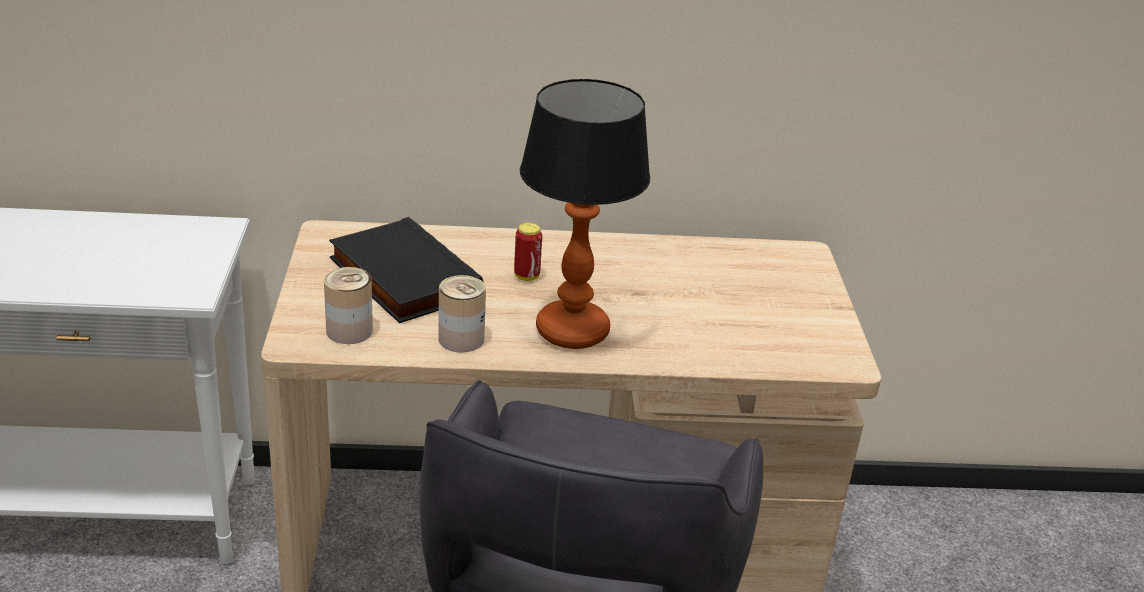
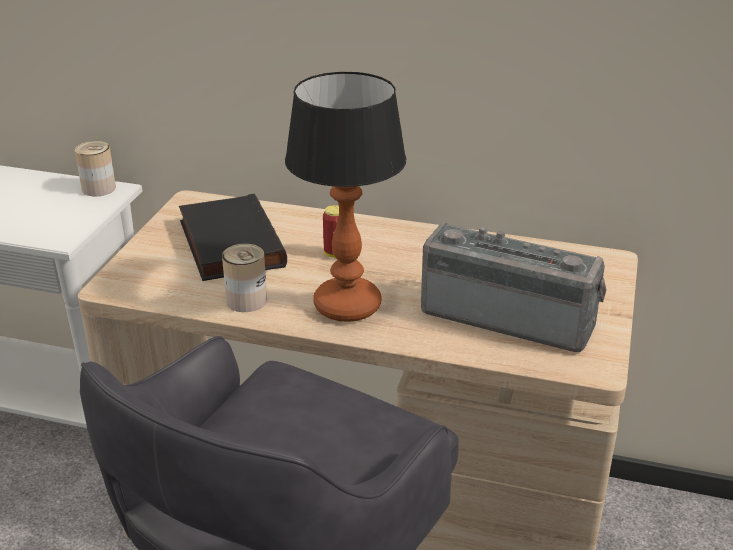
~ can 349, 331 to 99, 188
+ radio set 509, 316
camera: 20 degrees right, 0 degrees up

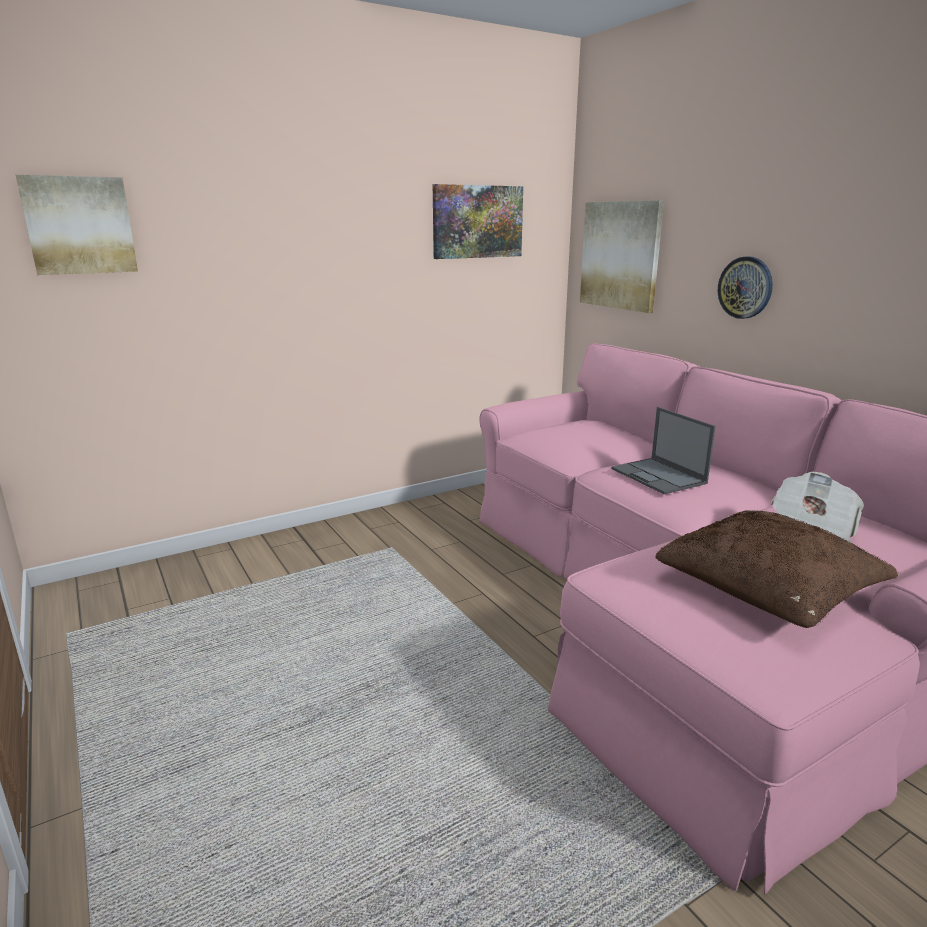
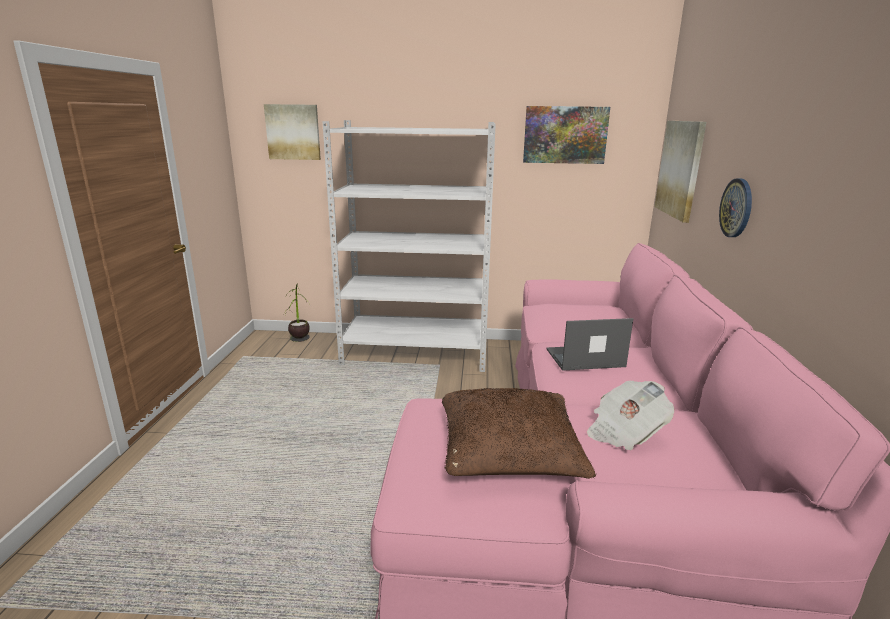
~ portable computer 659, 476 = 584, 358 75 degrees clockwise
+ plant in a pot 300, 342
+ white-coloured bookcase 416, 352
camera: 35 degrees right, 0 degrees up

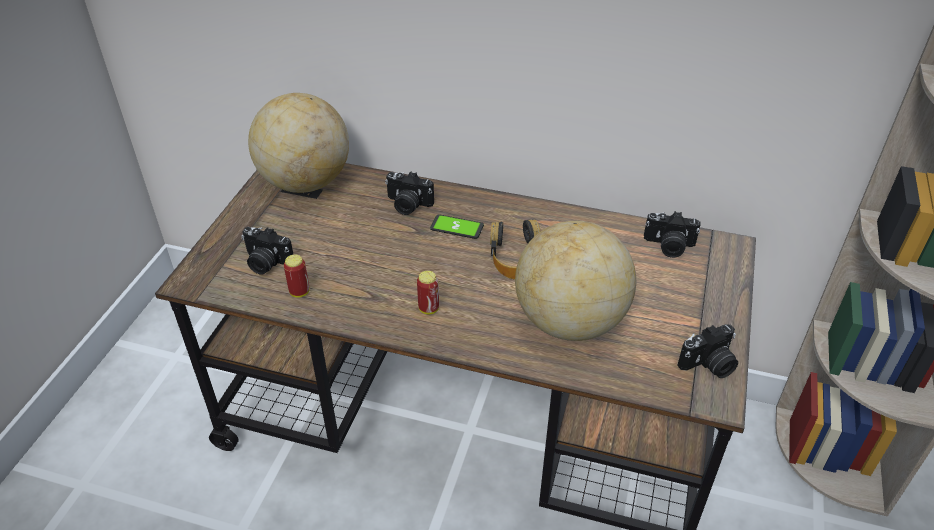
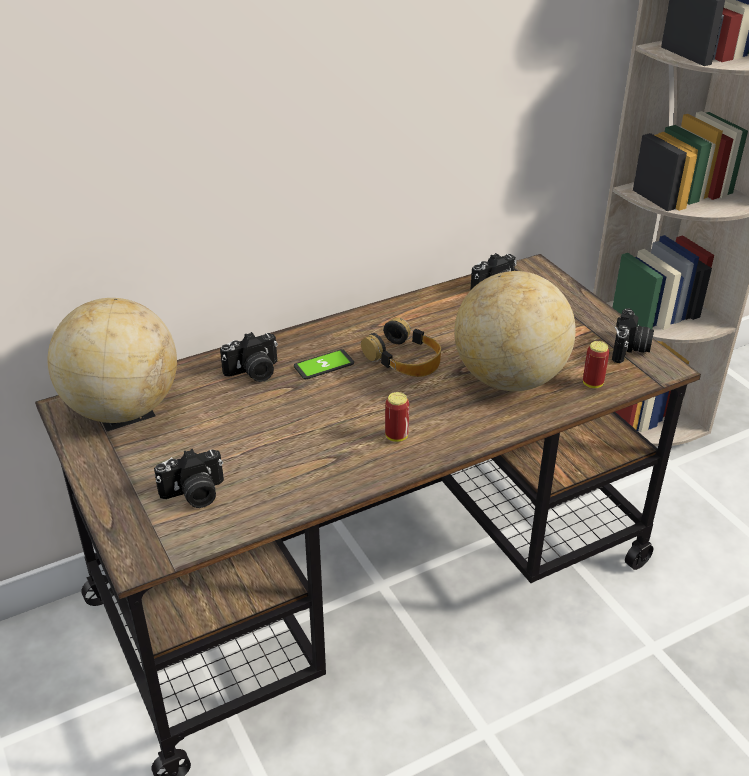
~ can 299, 292 to 592, 383
camera: 45 degrees left, 5 degrees down

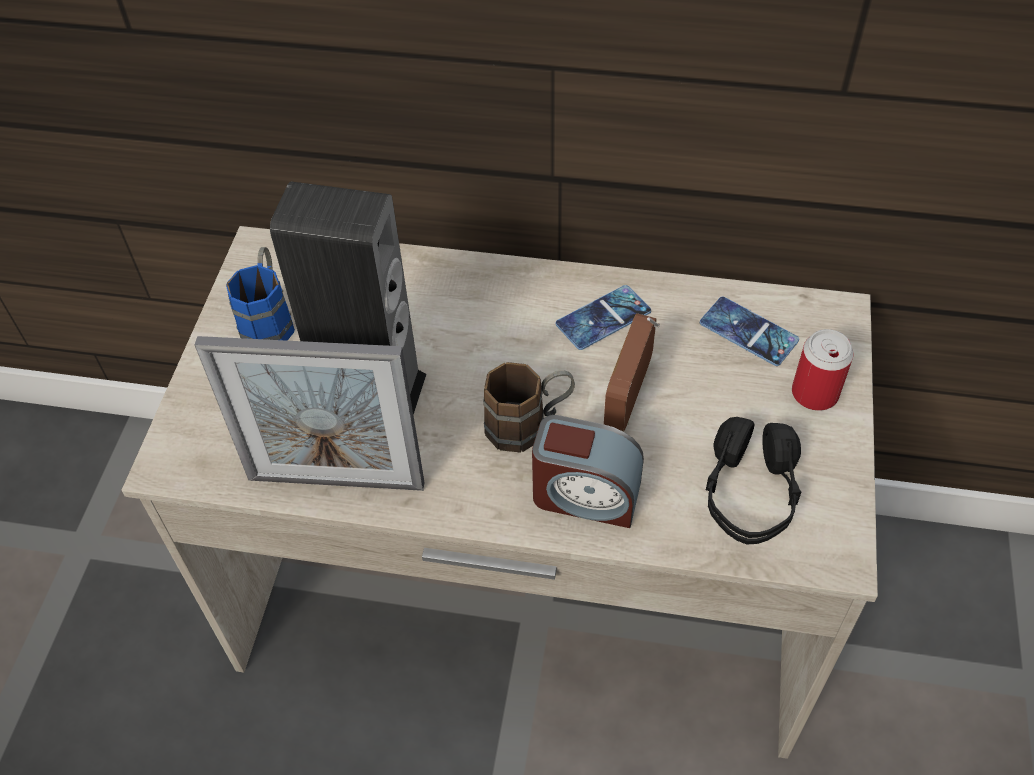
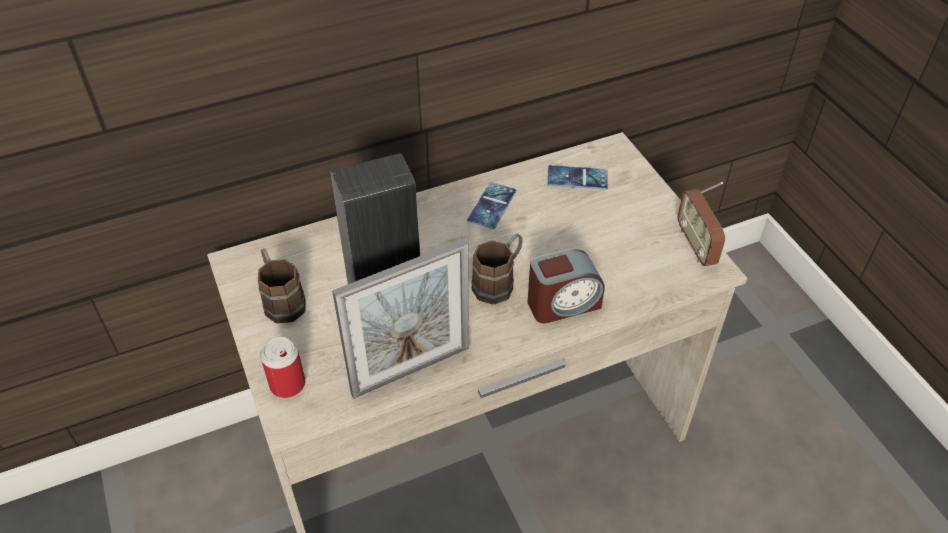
~ blue-coloured tea mug 269, 319 to brown tea mug 281, 300
~ radio set 629, 397 to 696, 246
- black pair of headphones 750, 494
~ can 814, 393 to 287, 384
camera: 35 degrees left, 5 degrees down

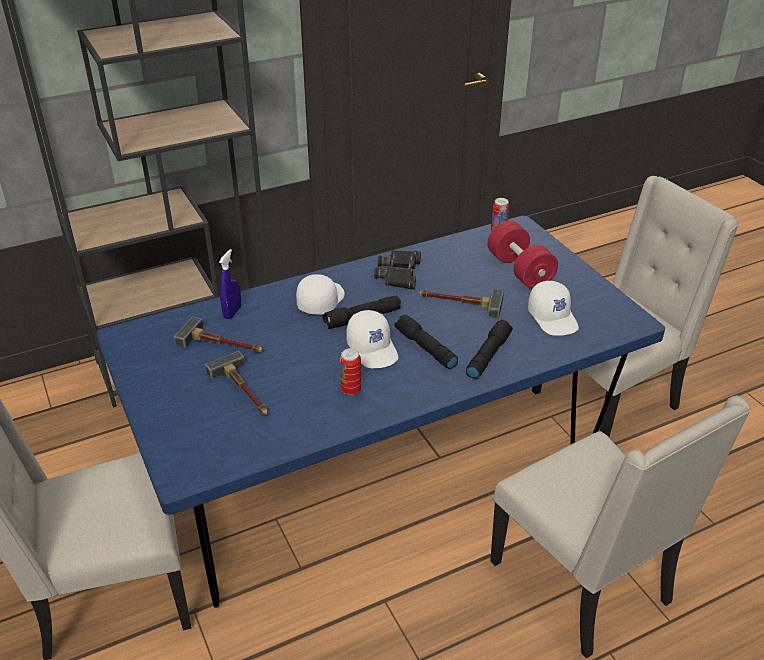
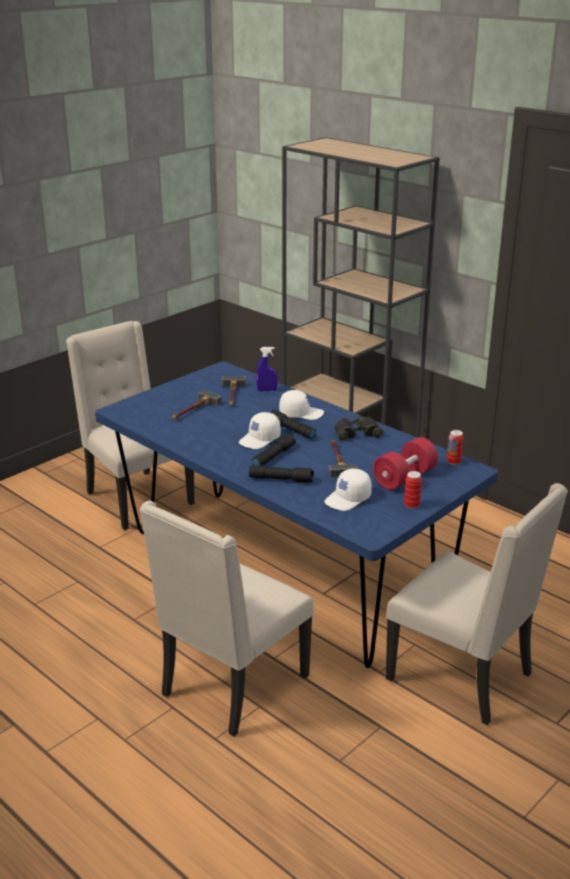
~ can 351, 390 to 411, 505
camera: 70 degrees right, 10 degrees down

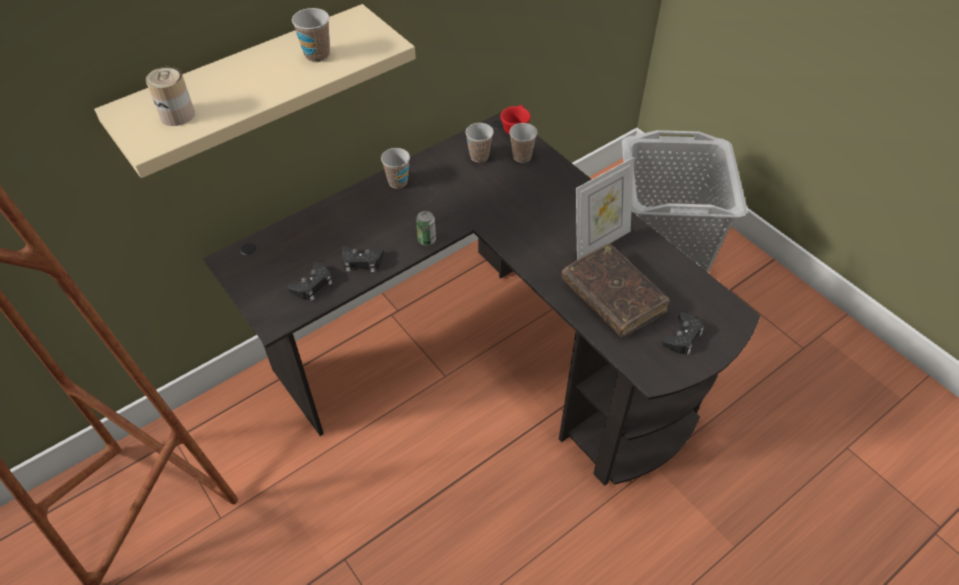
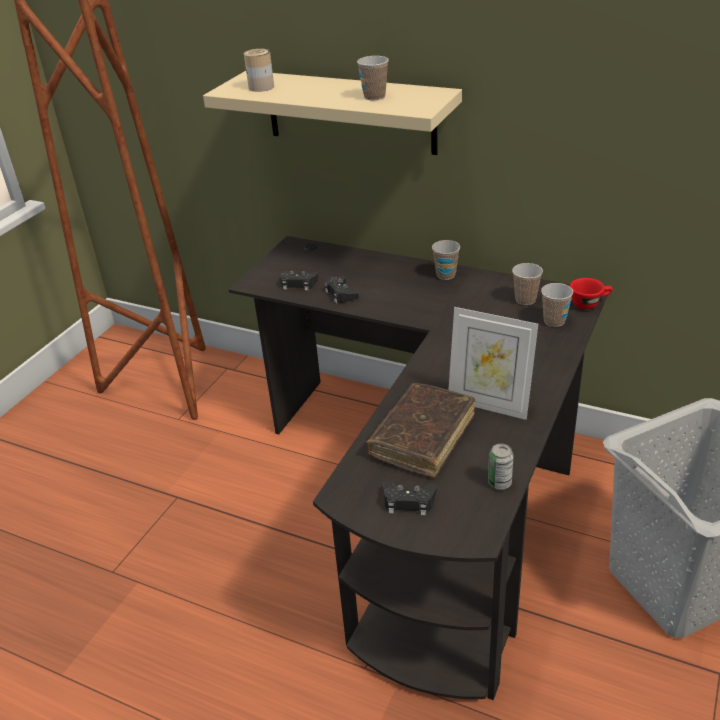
~ can 427, 240 to 499, 483
camera: 65 degrees right, 15 degrees down

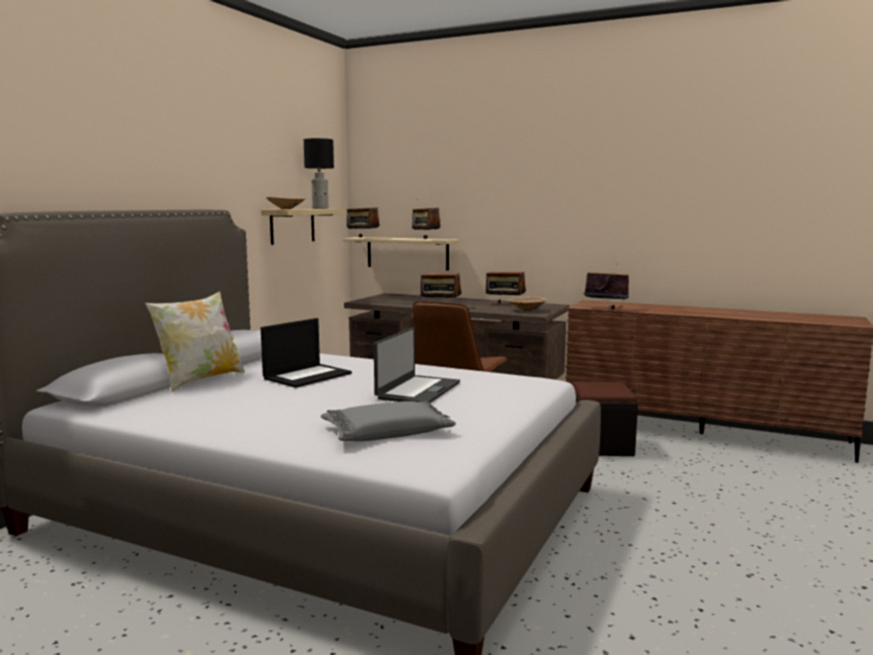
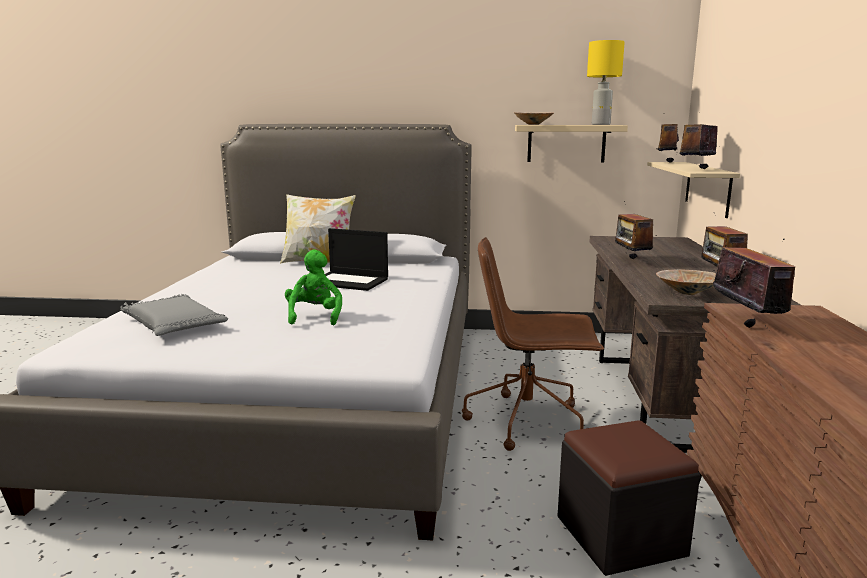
~ black lamp for a table 320, 208 to yellow-coloured lamp for a table 601, 124
~ portable computer 417, 390 to greenish soft toy 314, 316
camera: 70 degrees right, 5 degrees up

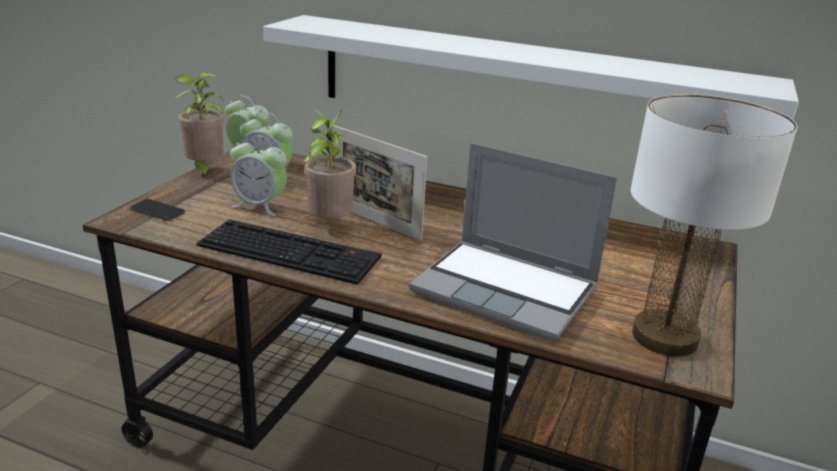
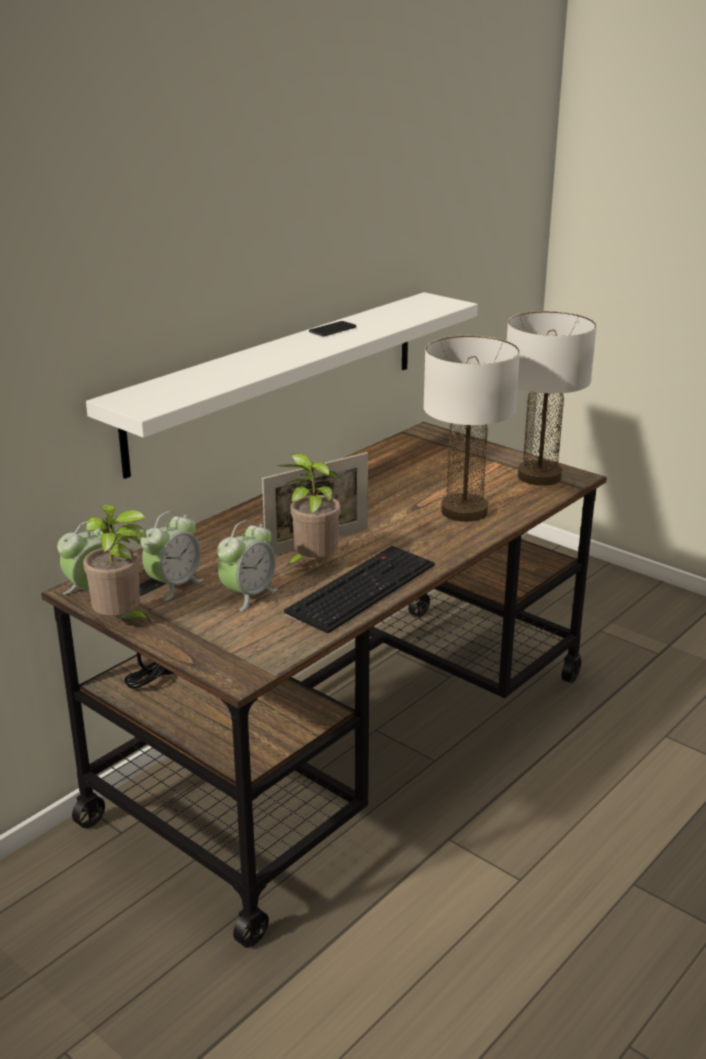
~ telephone 158, 211 to 332, 330
~ portable computer 508, 291 to lamp for a table 464, 511
camera: 70 degrees left, 0 degrees up

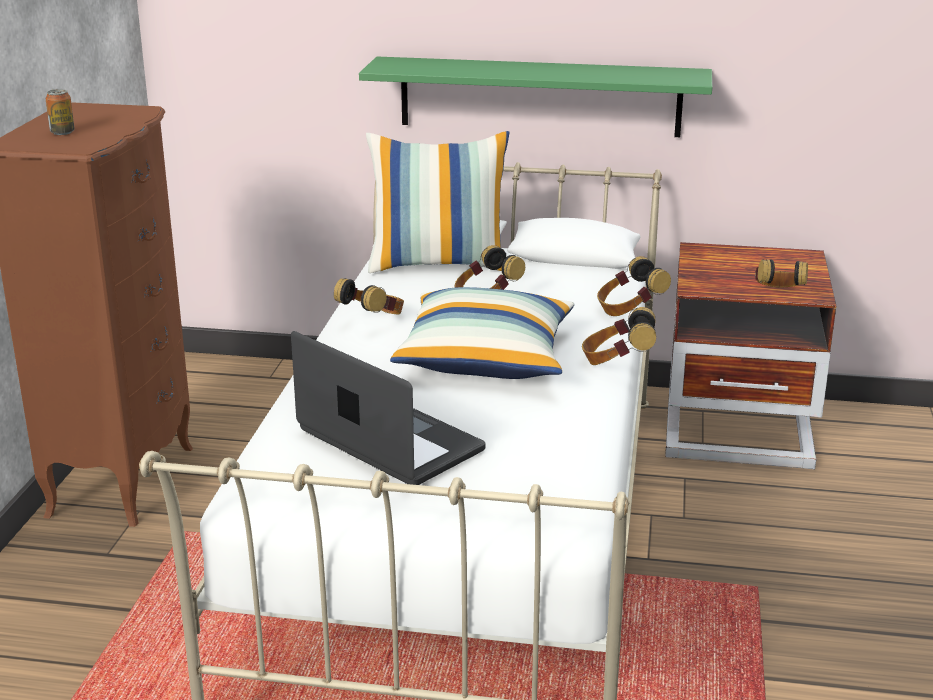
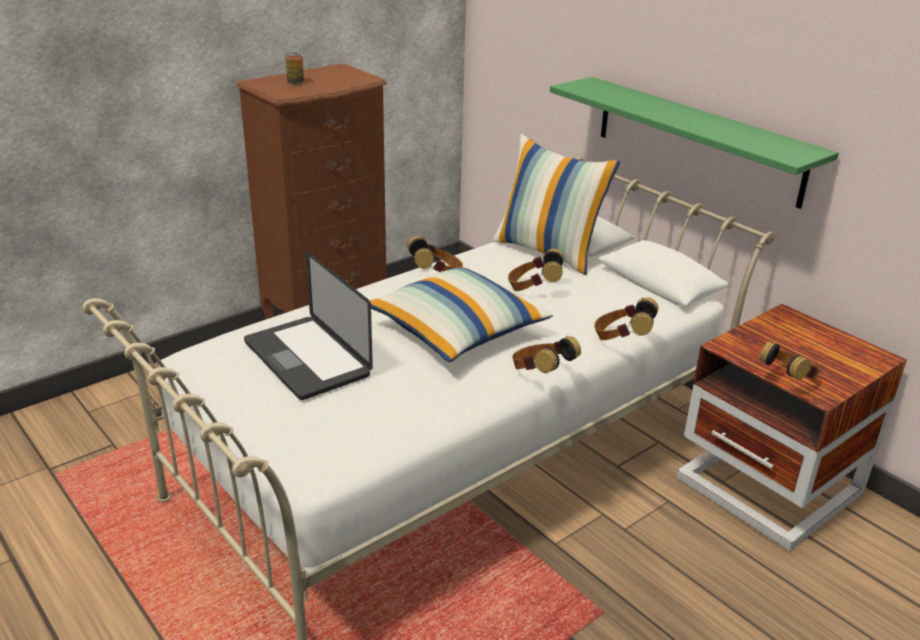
~ portable computer 390, 441 = 307, 359 150 degrees clockwise
camera: 40 degrees right, 5 degrees up

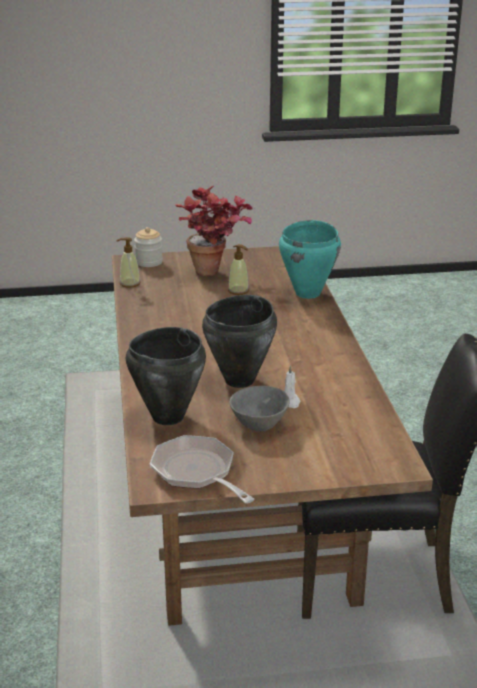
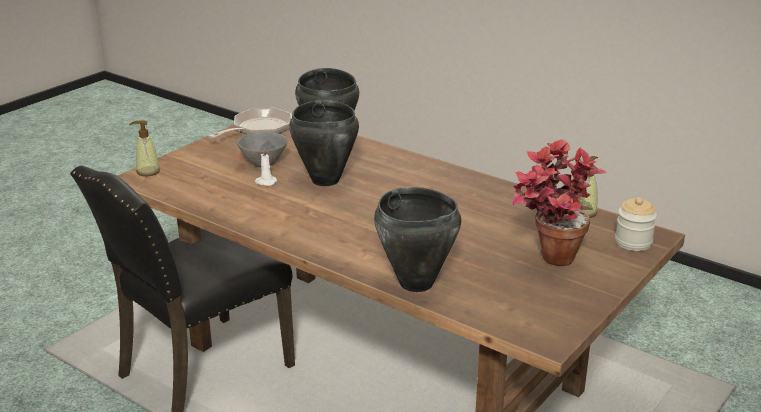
~ pan 197, 473 = 258, 129 60 degrees counterclockwise
~ soap bottle 238, 291 to 148, 172
~ turquoise-coloured stockpot 308, 293 to black stockpot 416, 283
camera: 135 degrees right, 0 degrees up

